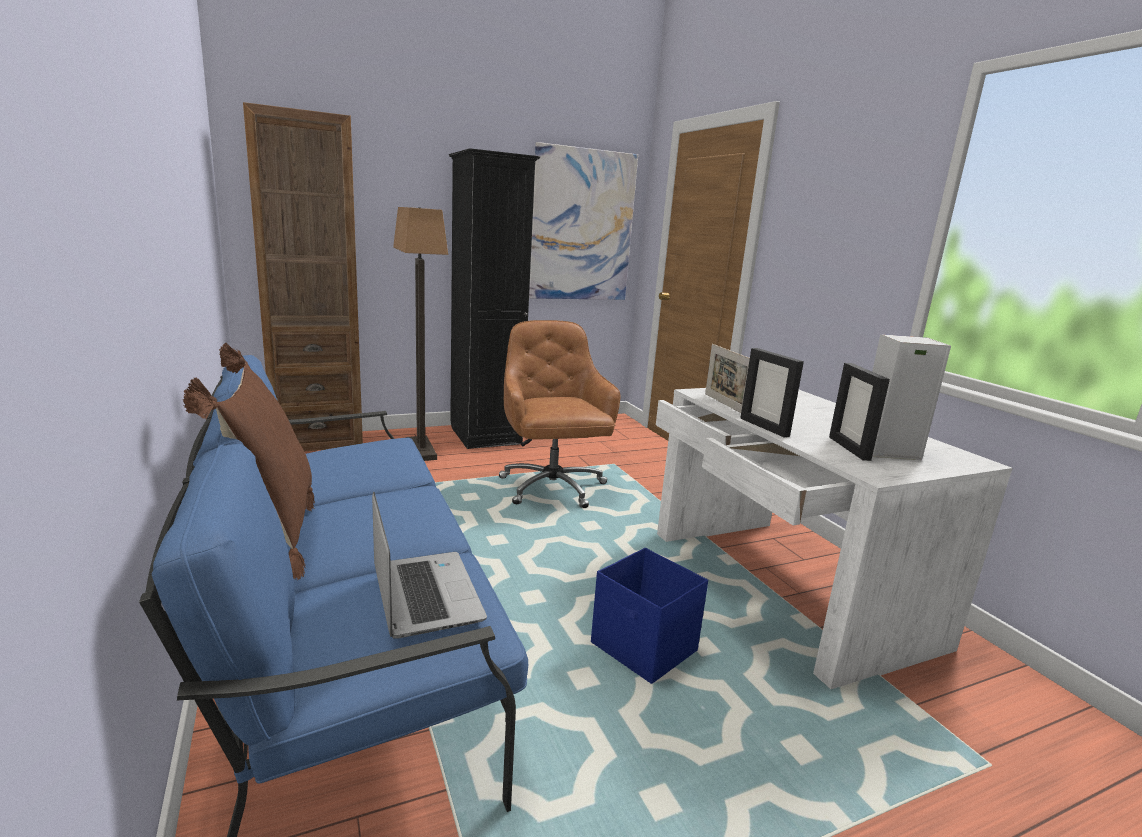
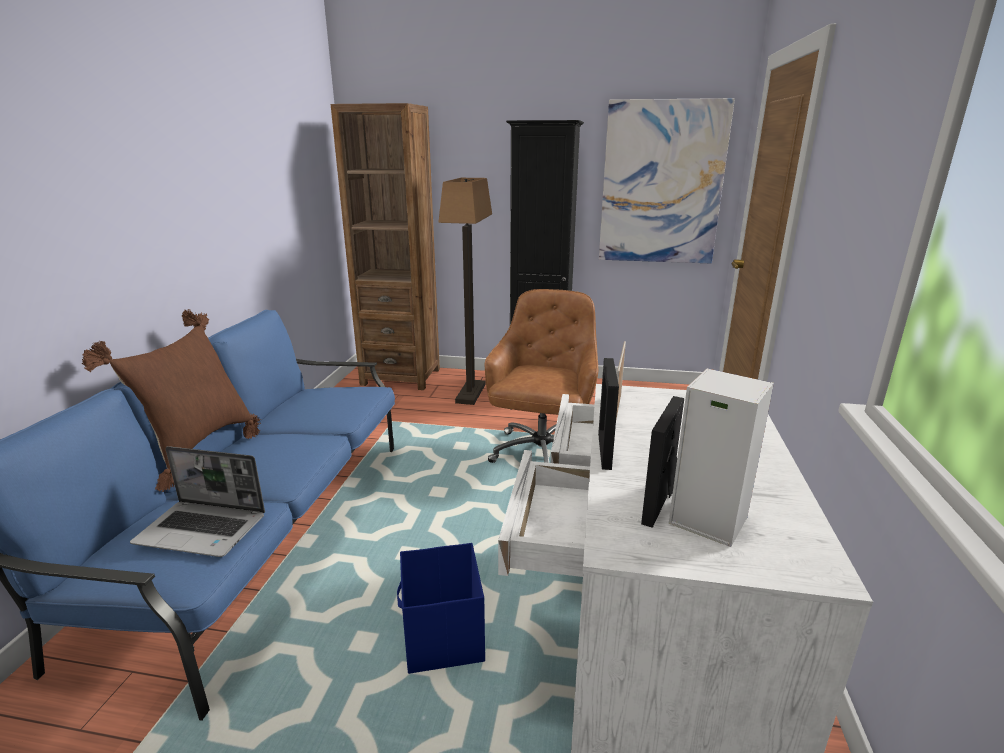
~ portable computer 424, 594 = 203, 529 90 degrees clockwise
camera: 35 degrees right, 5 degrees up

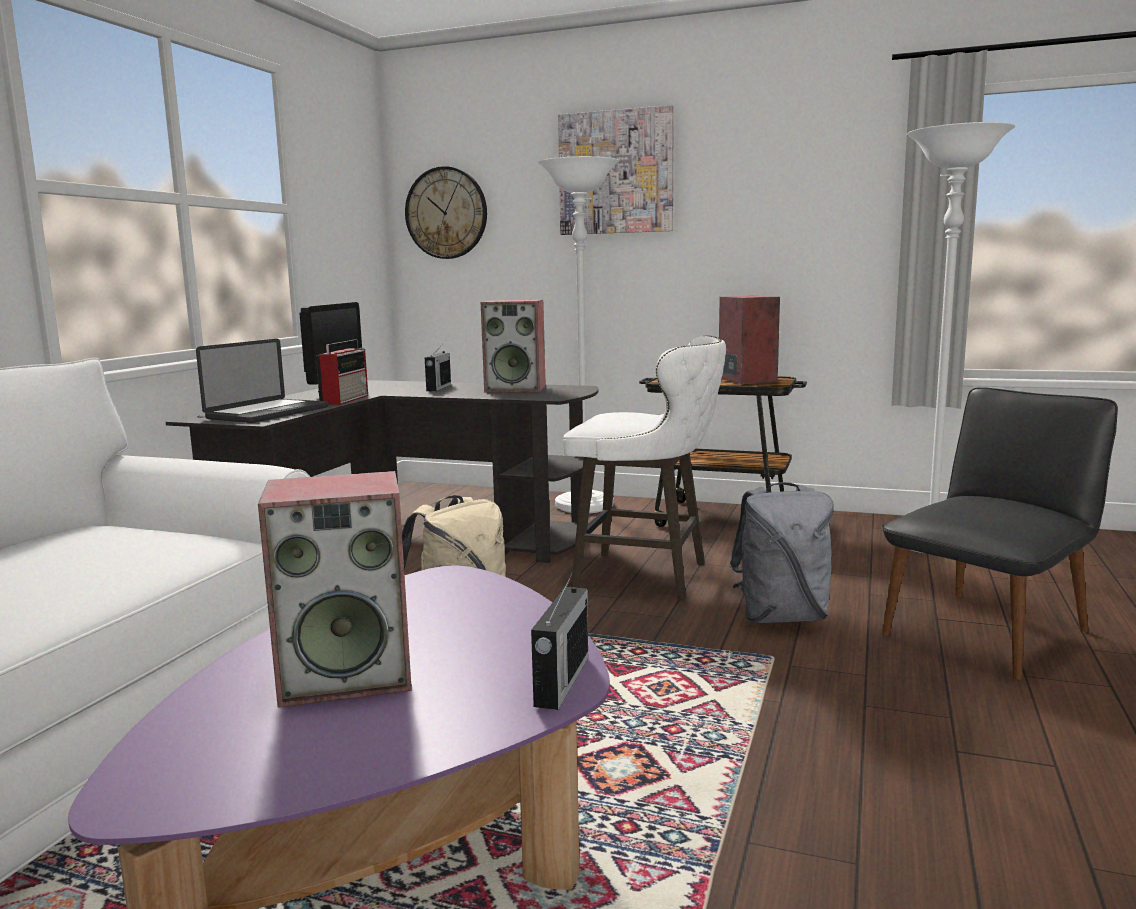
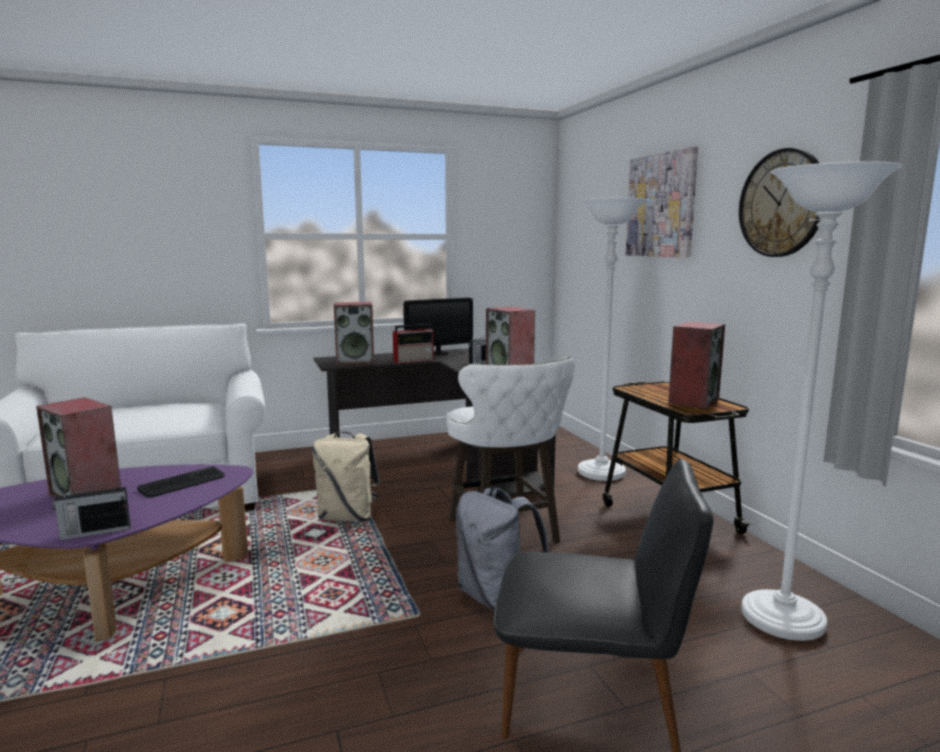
~ portable computer 268, 413 to speaker 355, 361
~ wall clock 446, 213 to 782, 203
+ PC keyboard 183, 483
camera: 50 degrees right, 0 degrees up

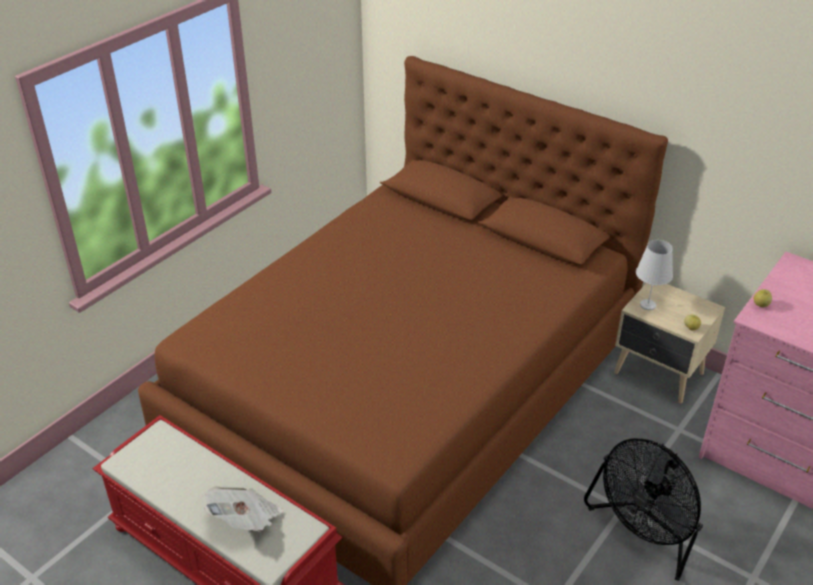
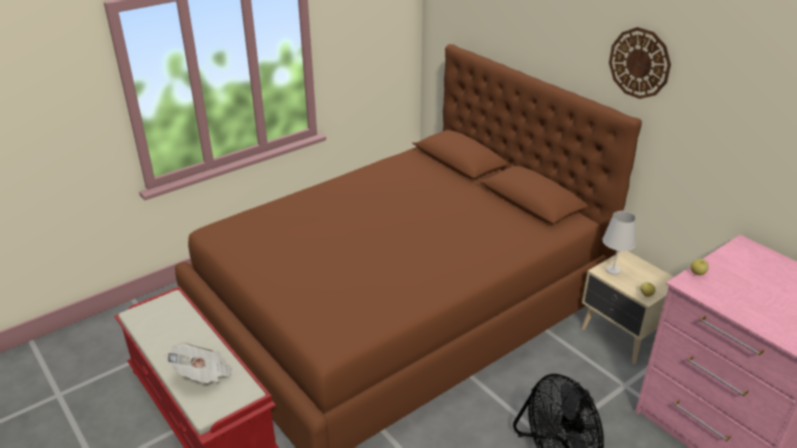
+ wall clock 639, 63
camera: 15 degrees right, 5 degrees down

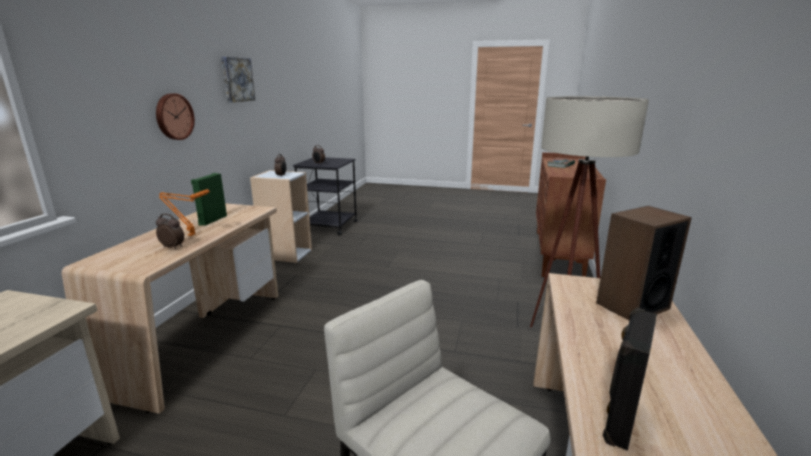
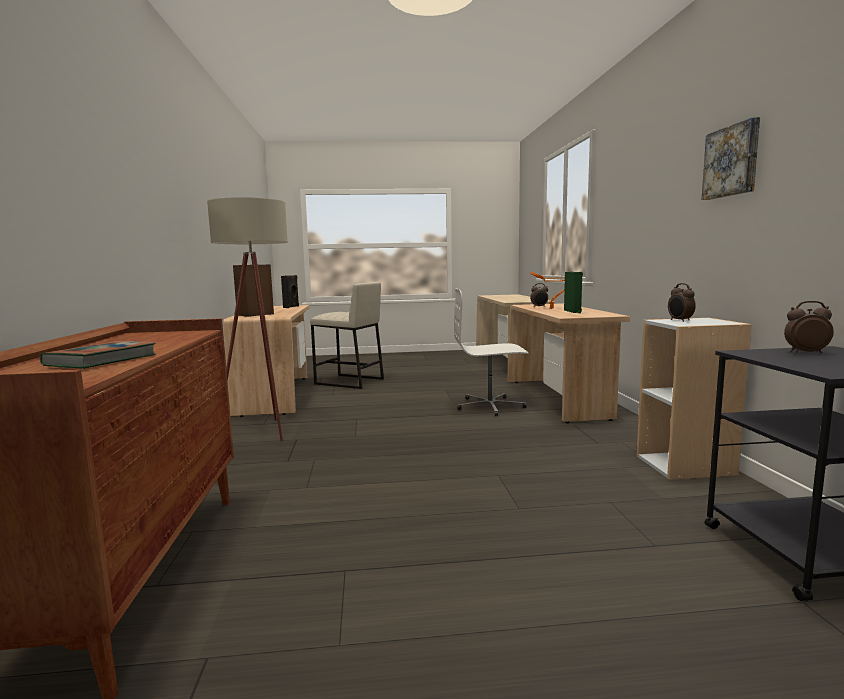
- wall clock 173, 116
+ white-coloured computer chair 490, 406
camera: 160 degrees right, 10 degrees down

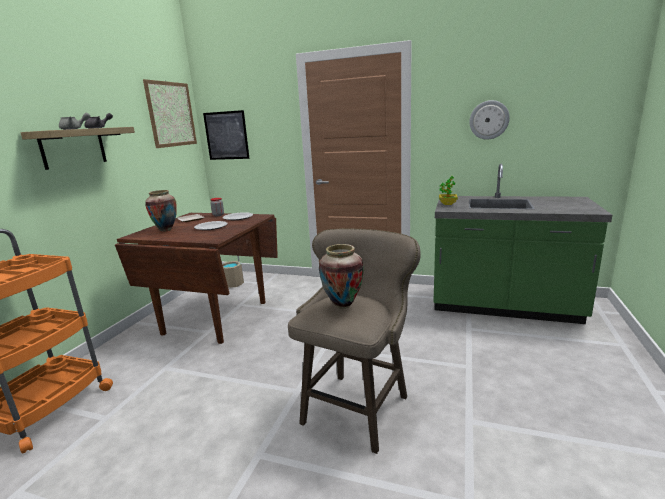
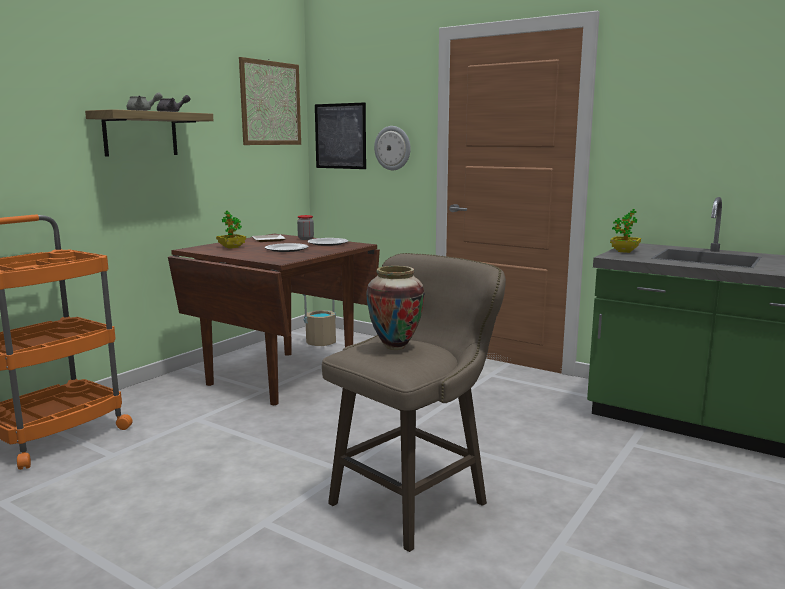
~ decorative vase 166, 230 to plant in a pot 231, 247
~ wall clock 489, 120 to 393, 148
camera: 15 degrees right, 5 degrees down

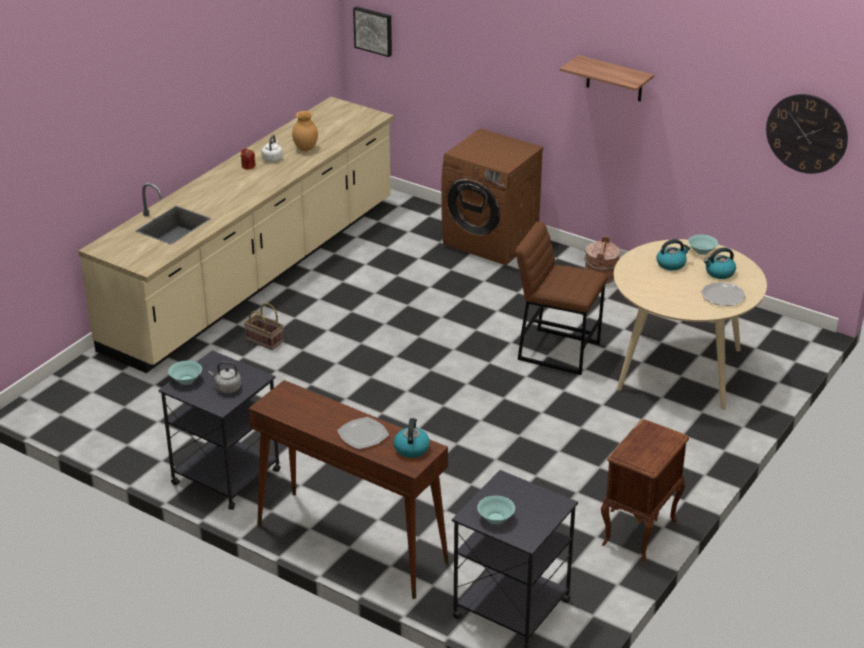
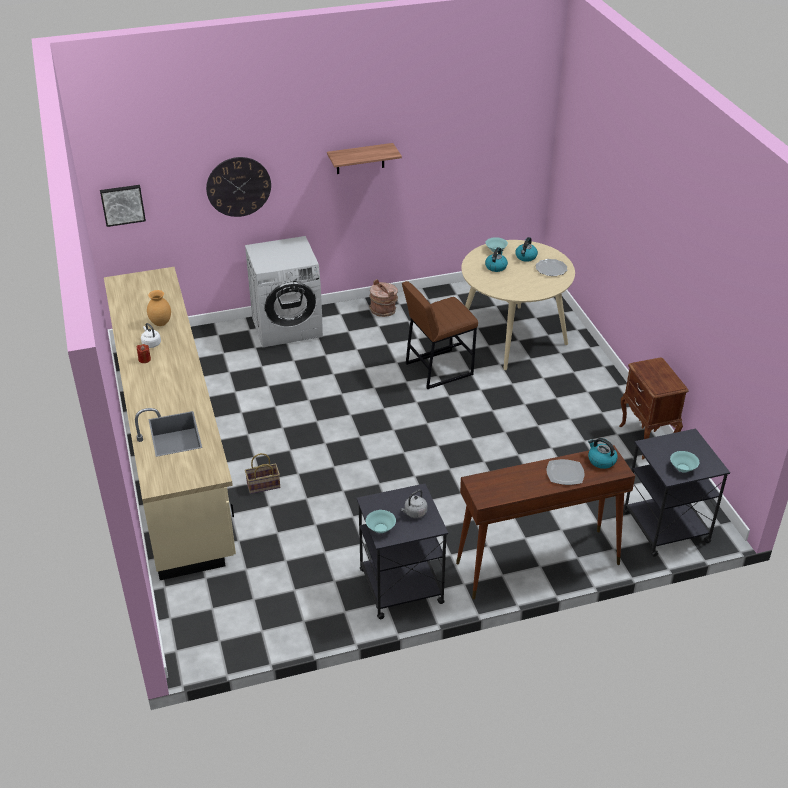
~ brown laundry appliance 490, 243 to white-coloured laundry appliance 287, 329
~ wall clock 806, 133 to 238, 186
camera: 50 degrees left, 5 degrees up

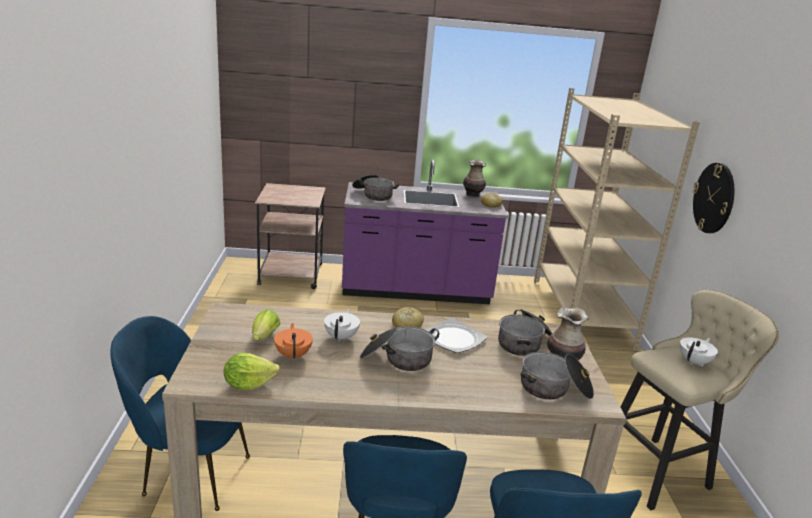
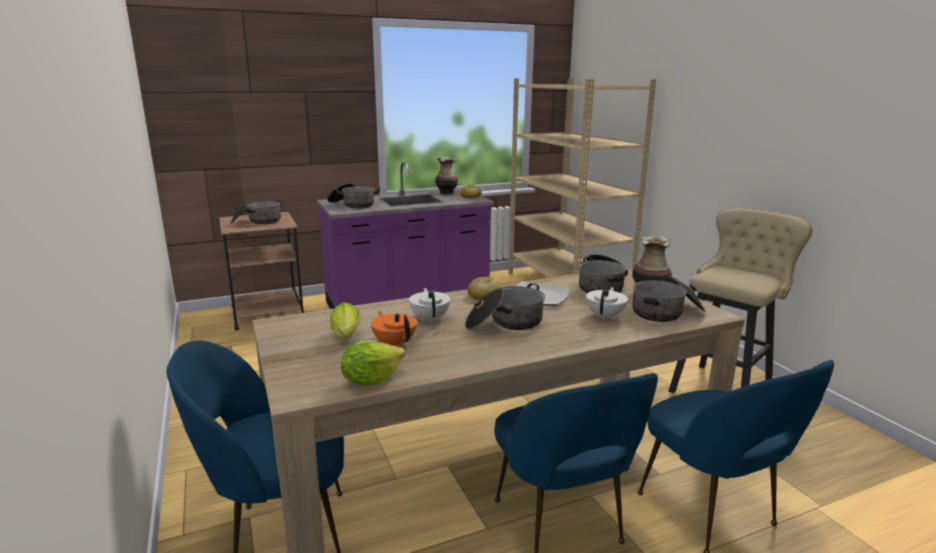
~ white-coloured tea pot 694, 362 to 605, 316
- wall clock 714, 198
+ stockpot 257, 222
camera: 20 degrees left, 5 degrees down

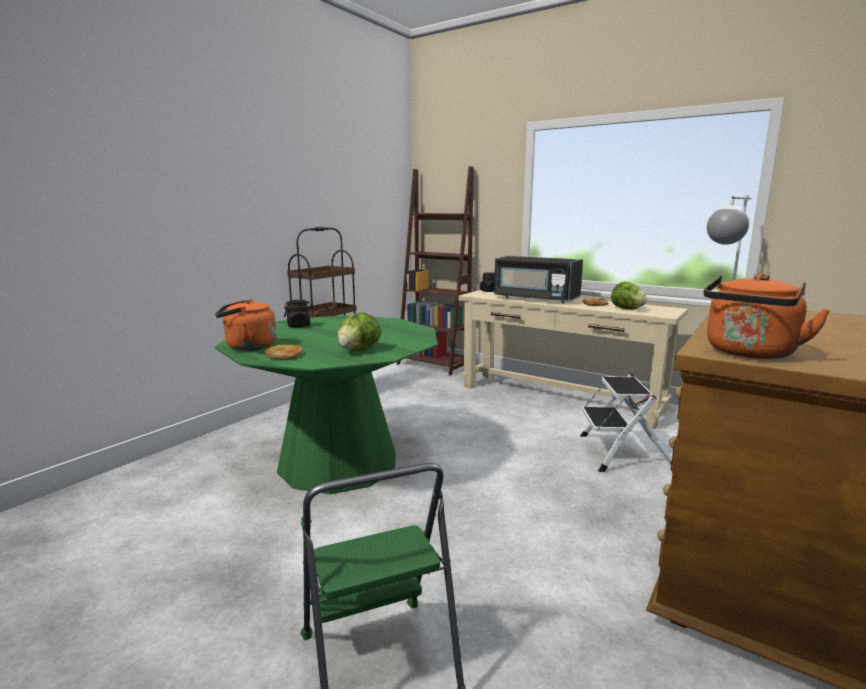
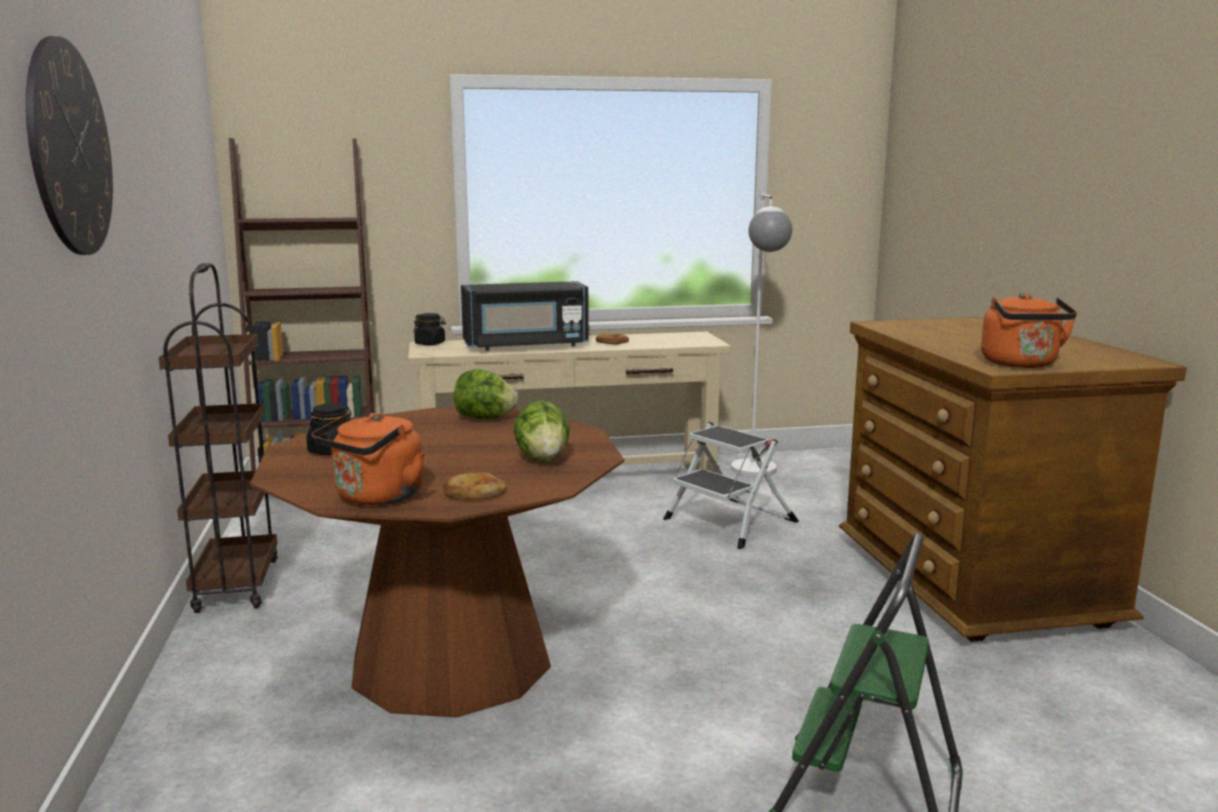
~ greenish dinner table 338, 462 to brown dinner table 451, 661
~ head of lettuce 627, 309 to 485, 418
+ wall clock 70, 148
camera: 45 degrees left, 0 degrees up

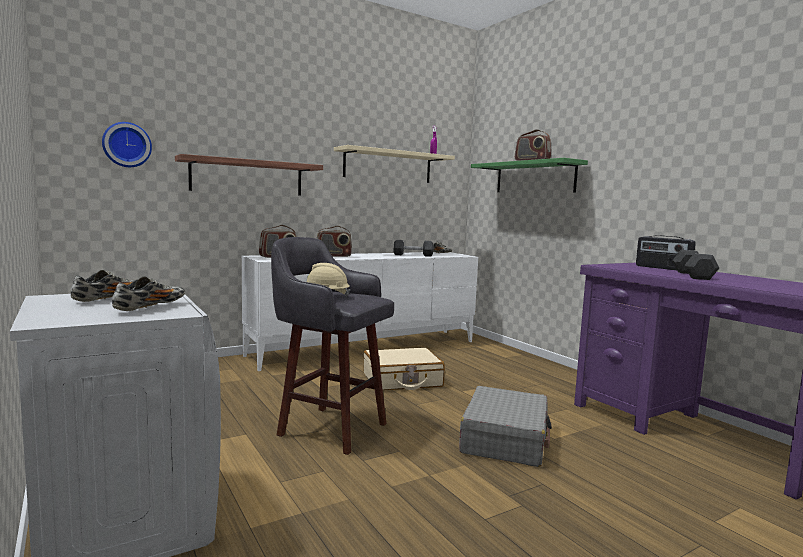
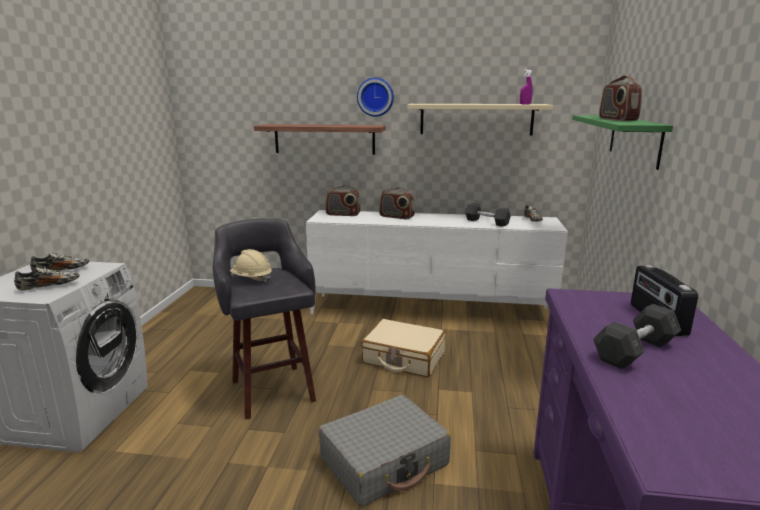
~ wall clock 127, 145 to 375, 97
camera: 40 degrees right, 10 degrees up

